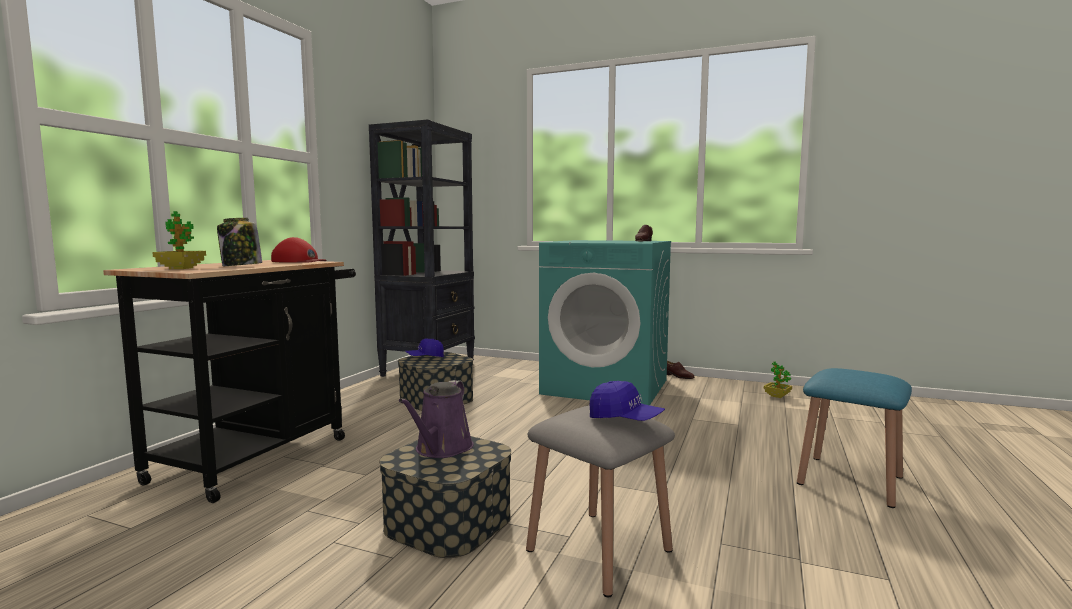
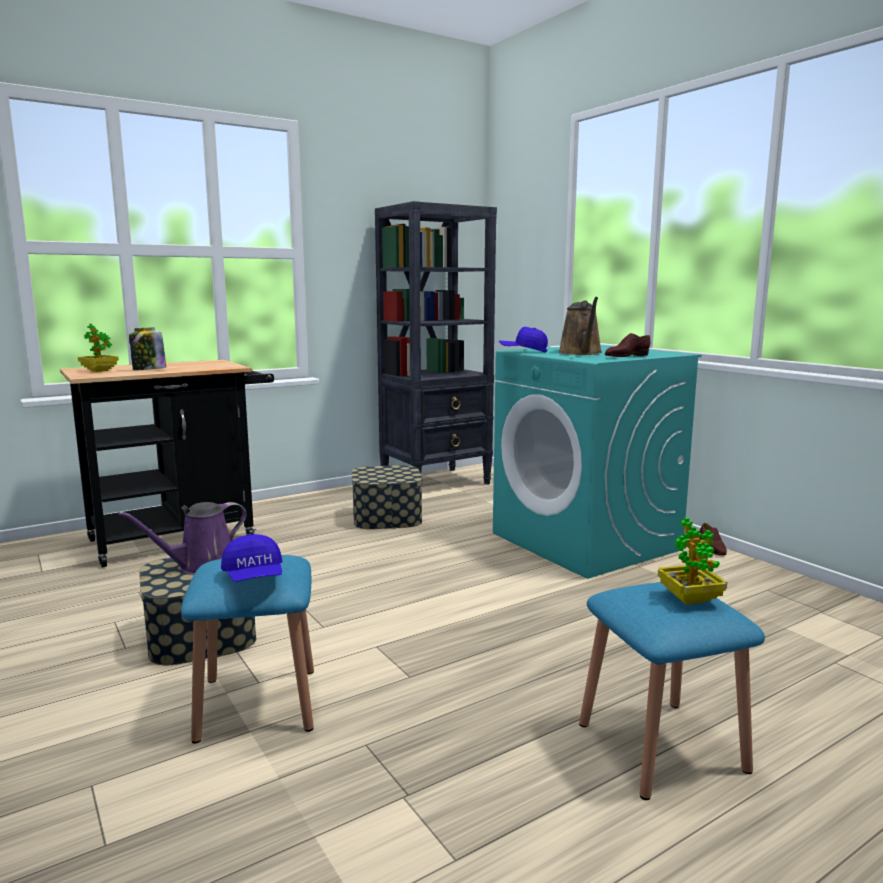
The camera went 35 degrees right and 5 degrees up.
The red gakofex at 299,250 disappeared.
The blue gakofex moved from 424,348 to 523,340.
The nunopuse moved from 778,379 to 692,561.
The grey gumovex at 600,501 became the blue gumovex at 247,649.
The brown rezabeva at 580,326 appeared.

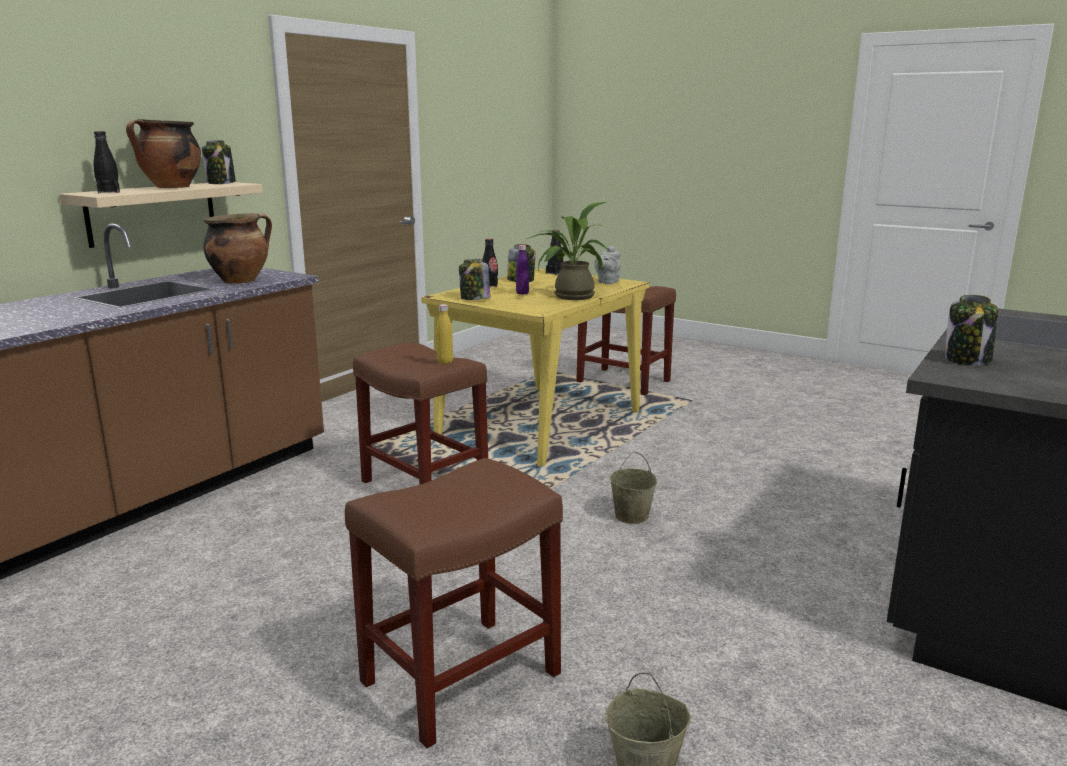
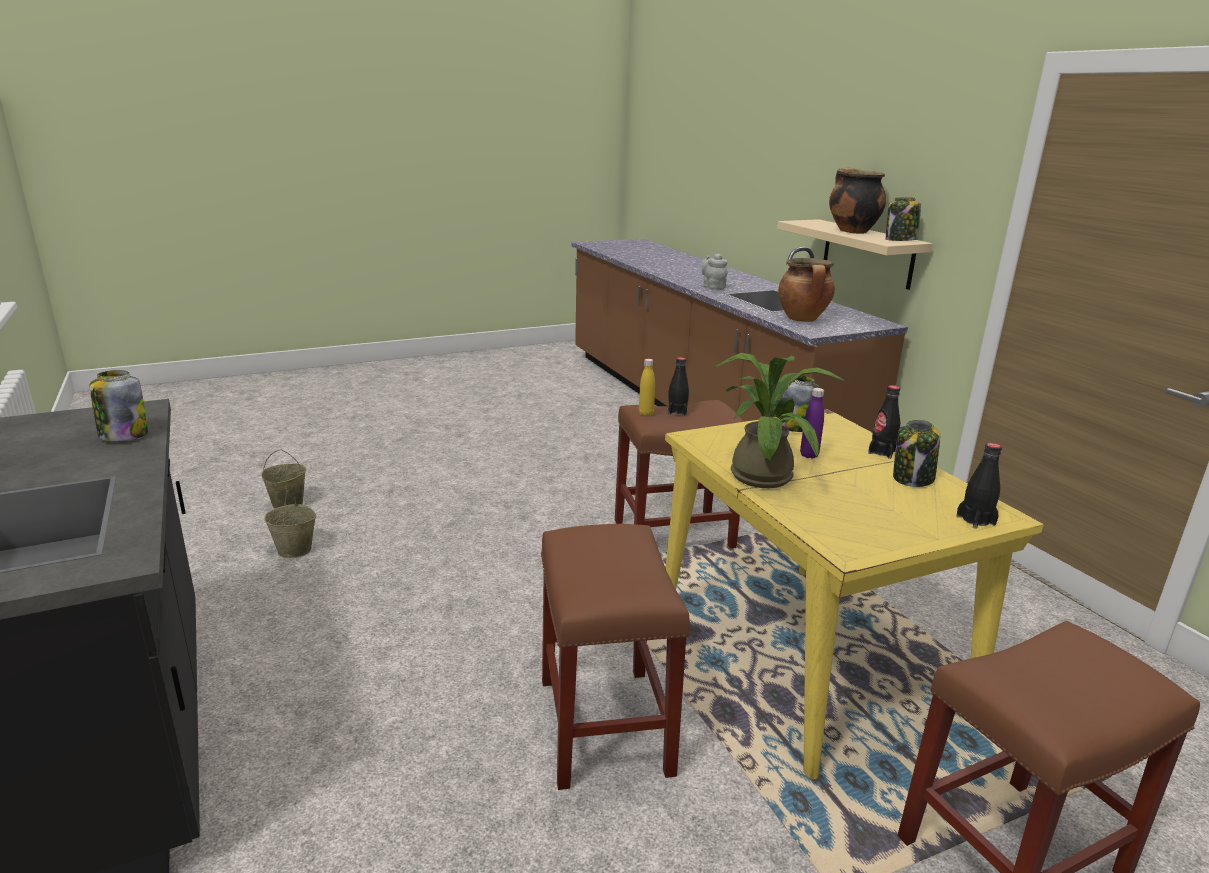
The camera went 120 degrees right and 5 degrees up.
The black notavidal moved from 106,162 to 678,386.
The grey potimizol moved from 607,265 to 714,271.
The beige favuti moved from 633,488 to 290,524.
The brown gumovex moved from 454,603 to 615,657.

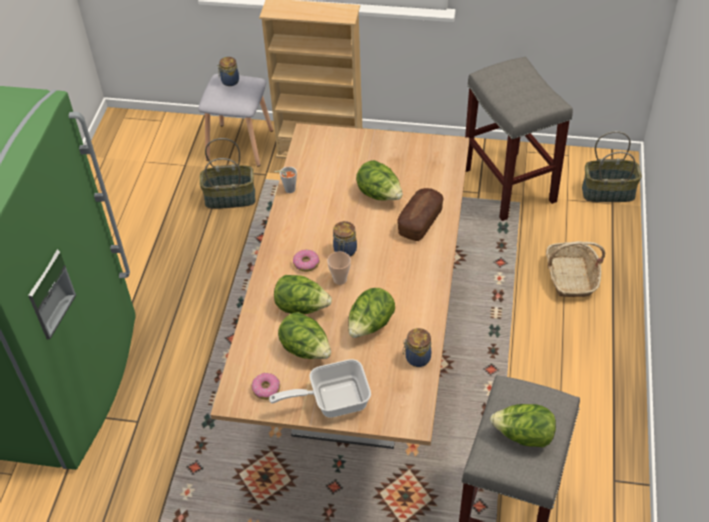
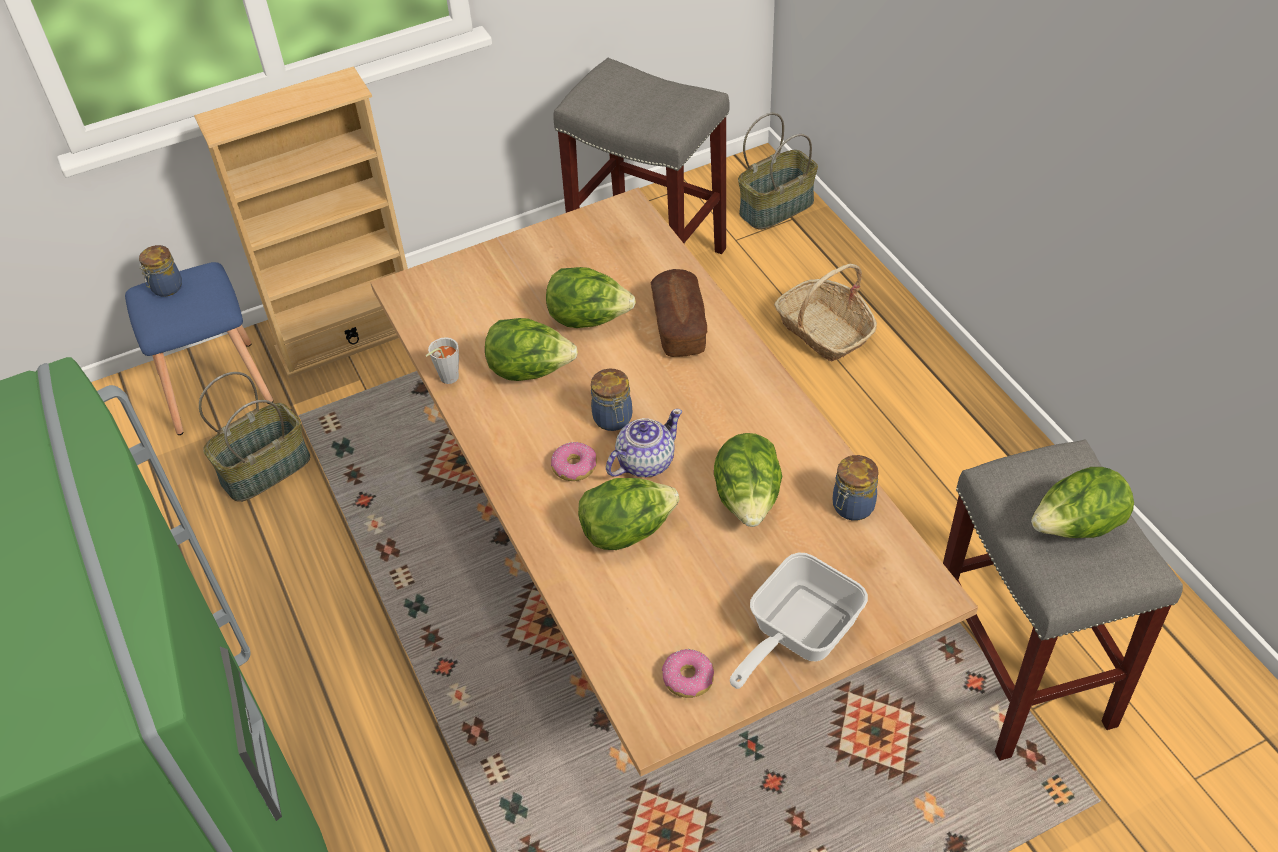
The camera went 35 degrees left and 0 degrees up.
The grey gumovex at 235,120 became the blue gumovex at 199,348.
The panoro at 339,268 was replaced by the potimizol at 644,443.
The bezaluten moved from 304,335 to 531,349.

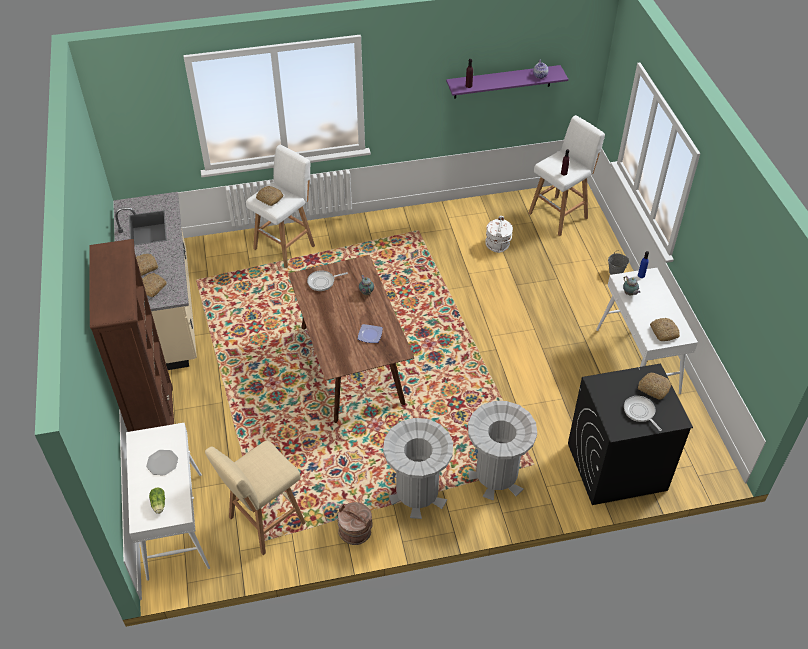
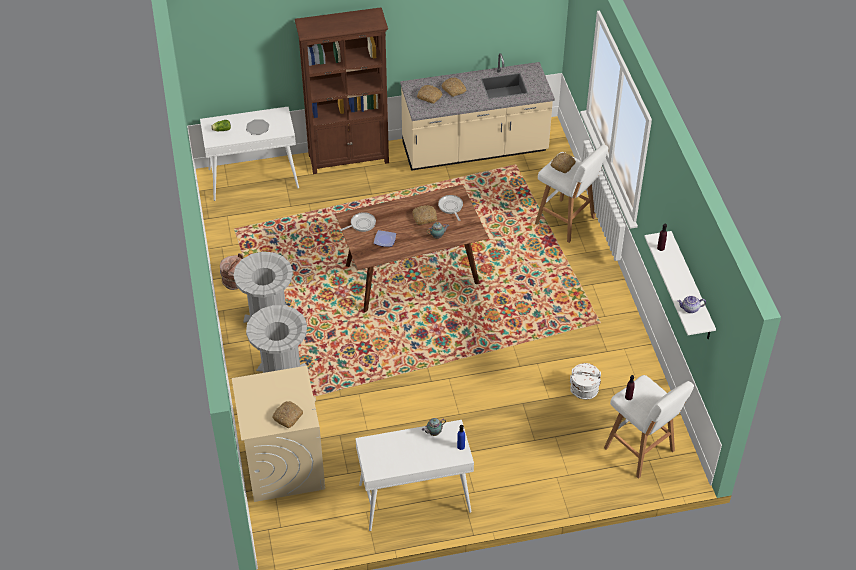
The camera went 90 degrees right and 0 degrees up.
The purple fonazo at 507,82 became the white fonazo at 680,285.
The grey favuti at 618,263 disappeared.
The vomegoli moved from 665,329 to 425,215.
The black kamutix at 630,434 became the beige kamutix at 278,434.
The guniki moved from 643,413 to 358,222.
The beige gumovex at 255,498 disappeared.

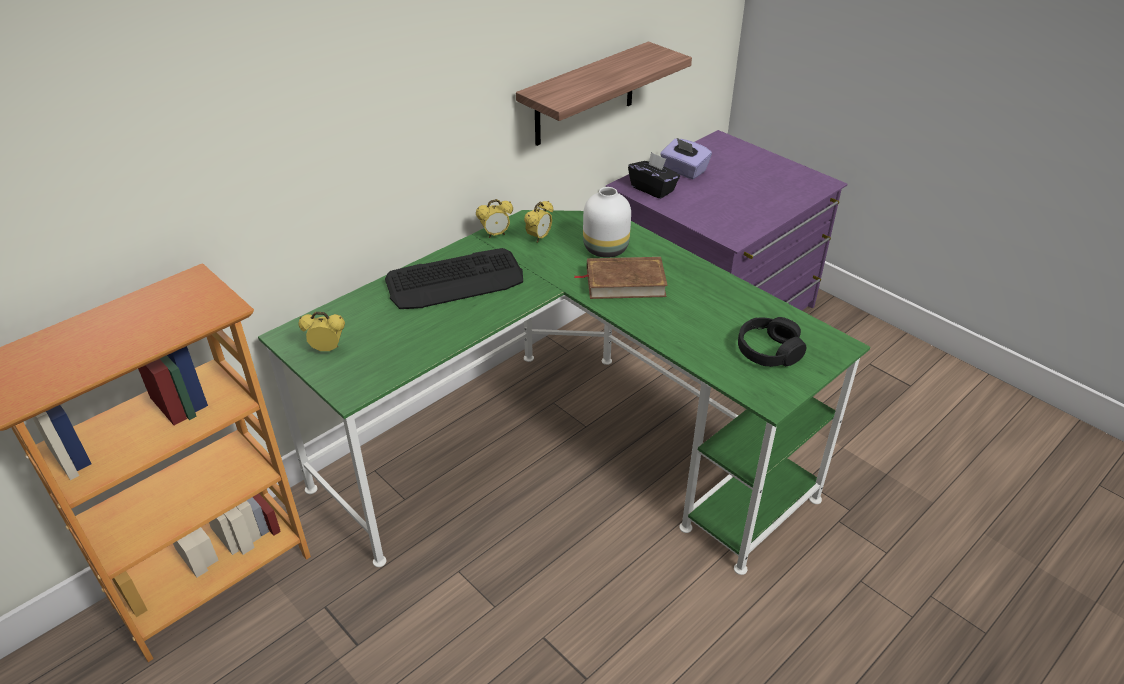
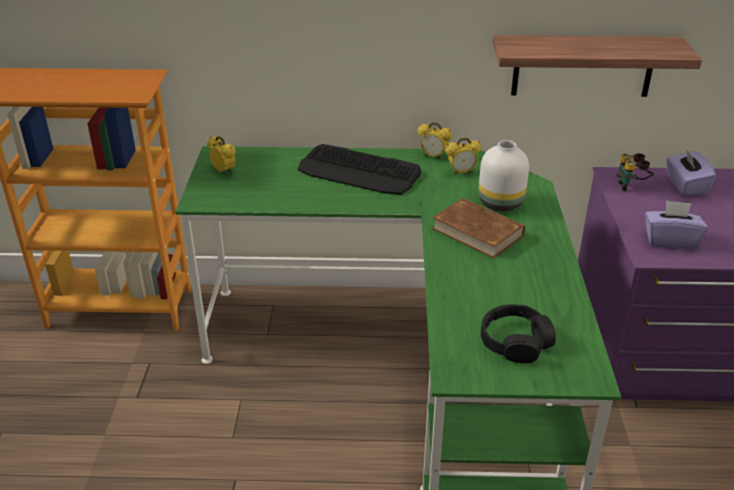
The camera went 45 degrees right and 5 degrees down.
The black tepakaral at 654,175 was replaced by the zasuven at 635,172.
The purple tepakaral at 676,224 appeared.

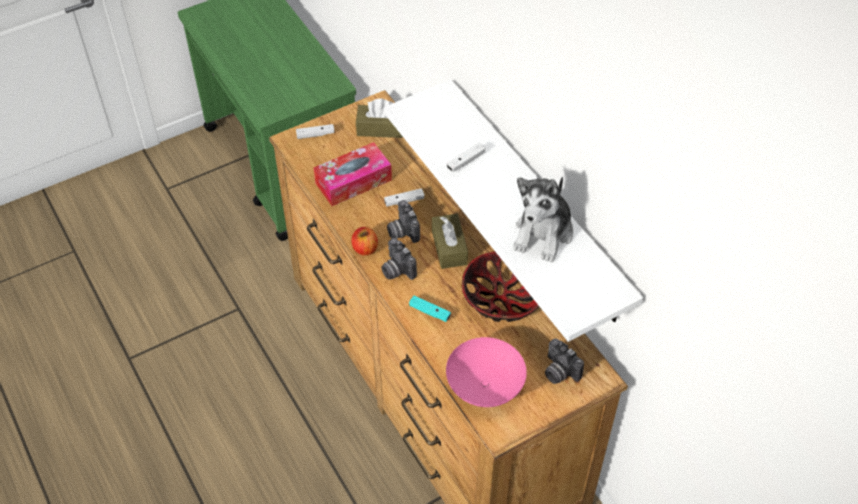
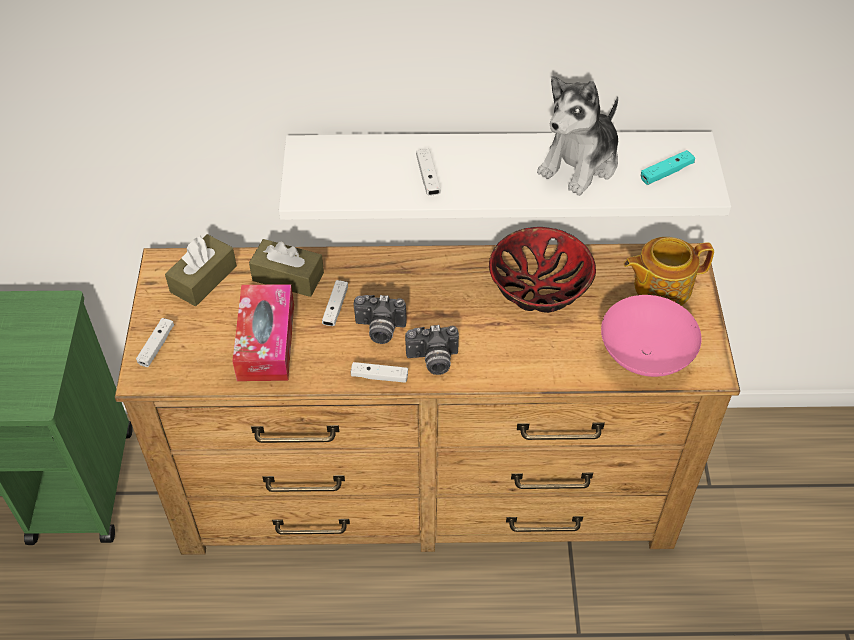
The camera went 60 degrees left and 0 degrees up.
The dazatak at 543,219 turned 75 degrees clockwise.
The brown tepakaral moved from 450,241 to 286,268.
The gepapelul at 364,241 was replaced by the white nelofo at 379,372.
The turquoise nelofo moved from 430,309 to 668,167.
The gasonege at 564,361 was replaced by the potimizol at 669,271.

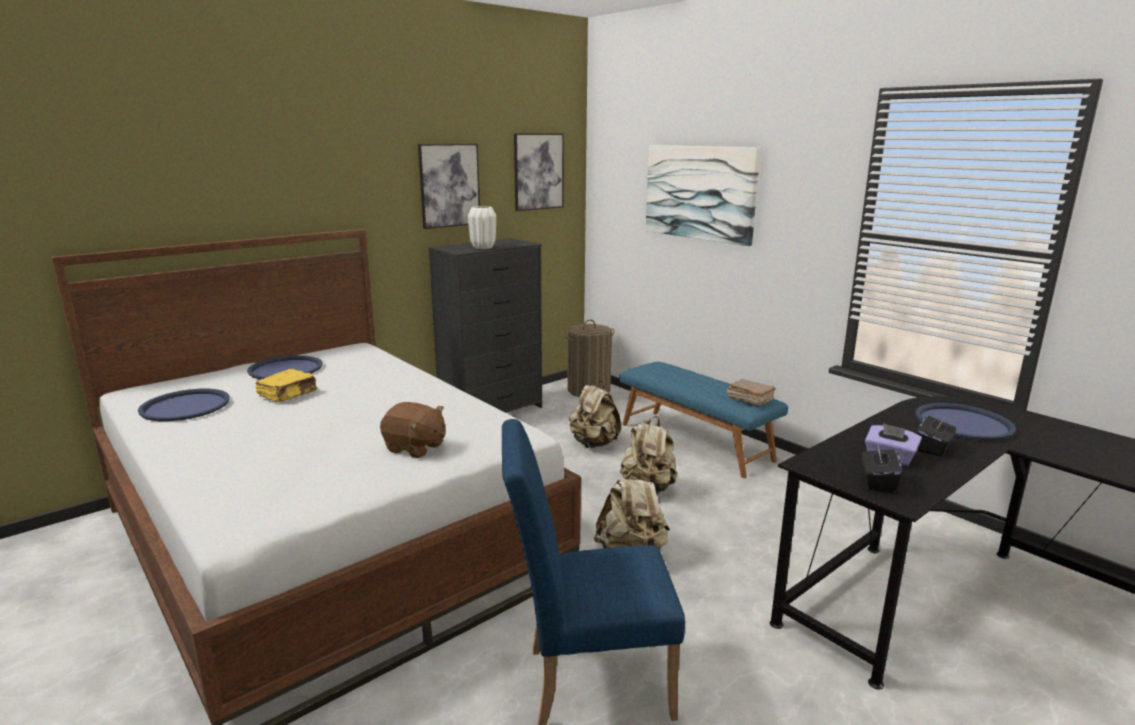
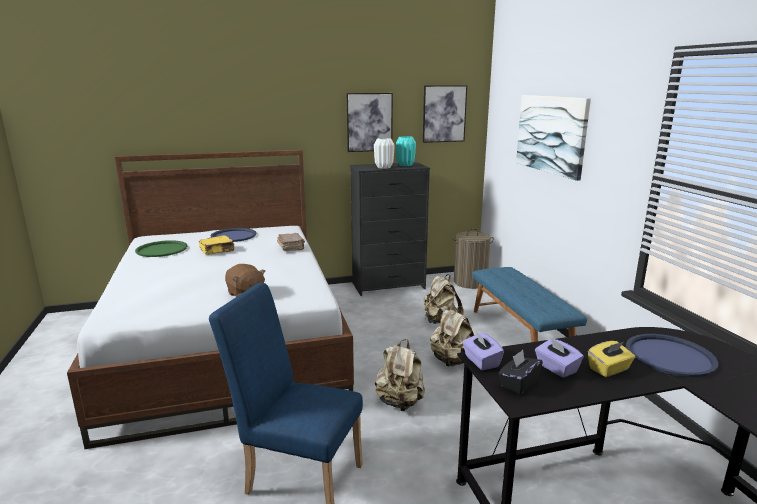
The camera went 25 degrees right and 0 degrees up.
The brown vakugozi moved from 751,392 to 291,242.
The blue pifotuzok at 184,405 became the green pifotuzok at 161,248.
The black tepakaral at 936,435 became the yellow tepakaral at 611,359.
The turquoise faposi at 406,151 appeared.
The purple tepakaral at 483,351 appeared.

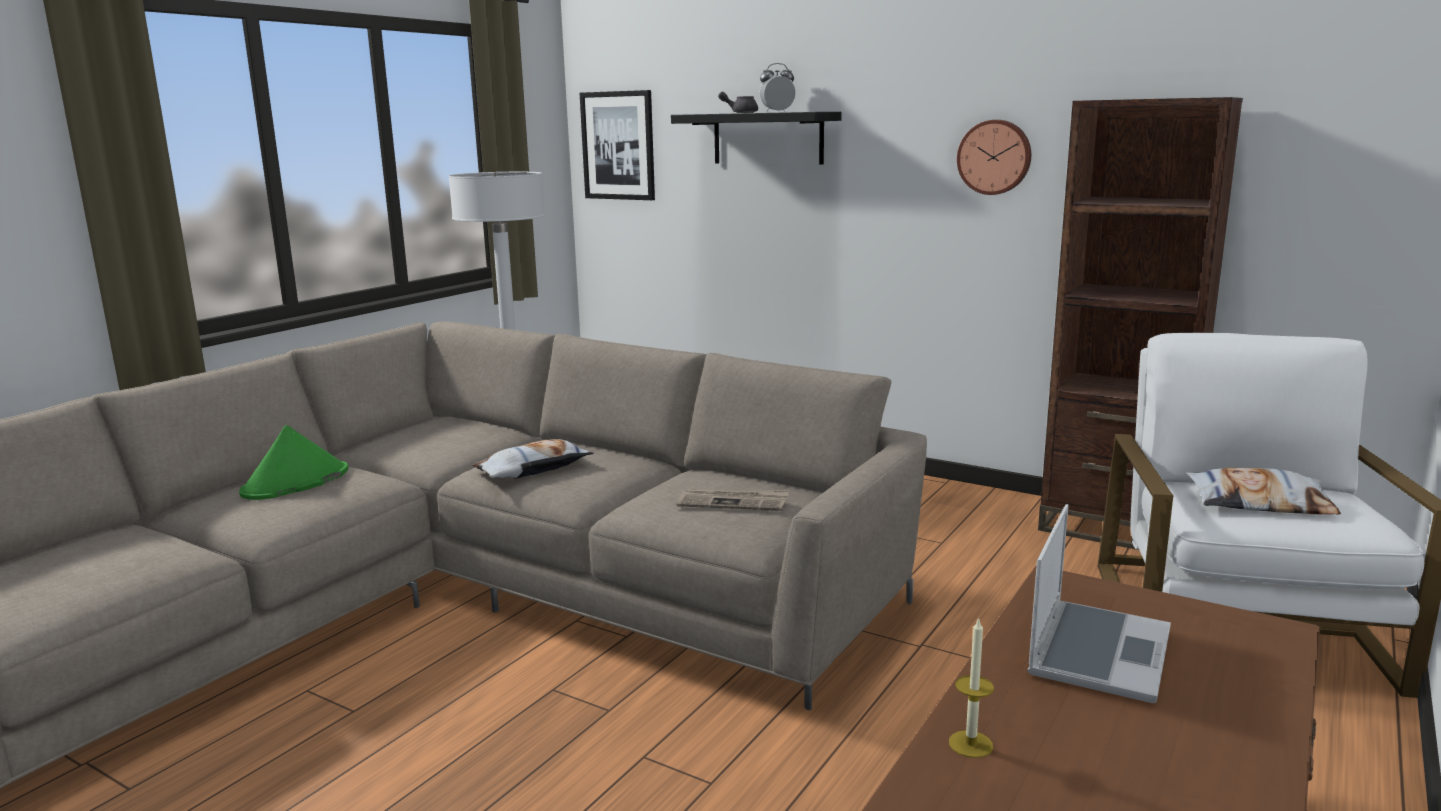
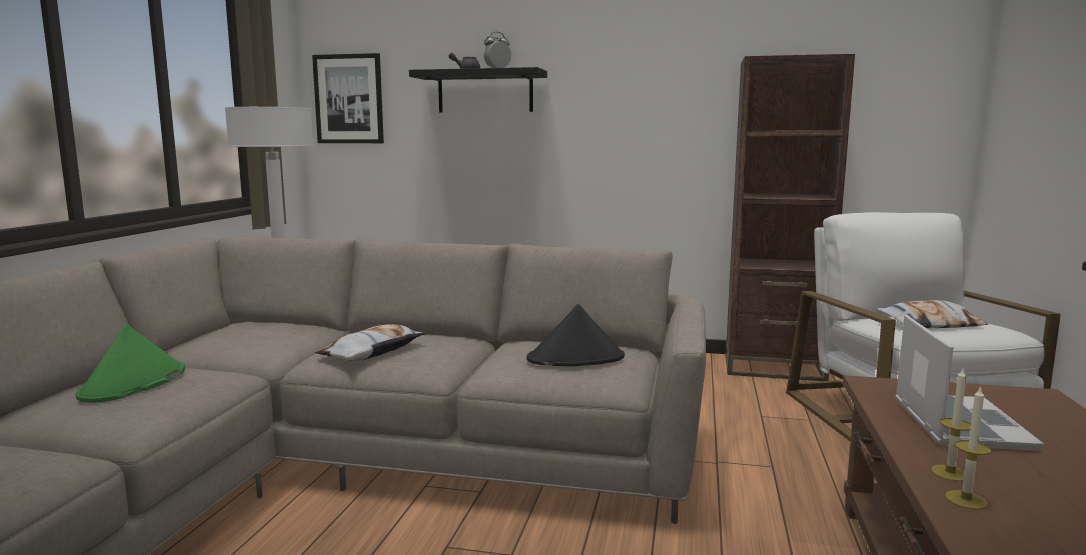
The camera went 20 degrees left and 5 degrees down.
The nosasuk at 994,157 disappeared.
The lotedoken at 733,500 was replaced by the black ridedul at 576,335.
The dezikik at 951,425 appeared.

